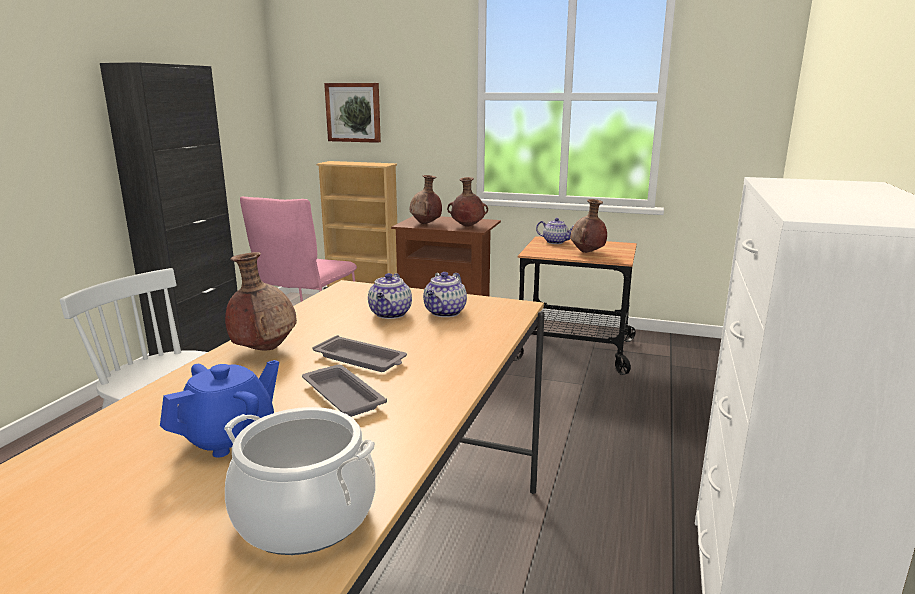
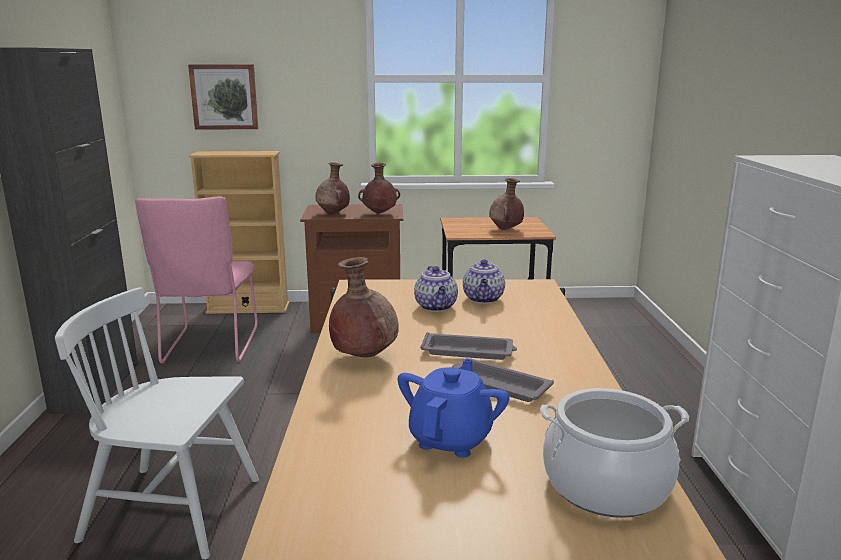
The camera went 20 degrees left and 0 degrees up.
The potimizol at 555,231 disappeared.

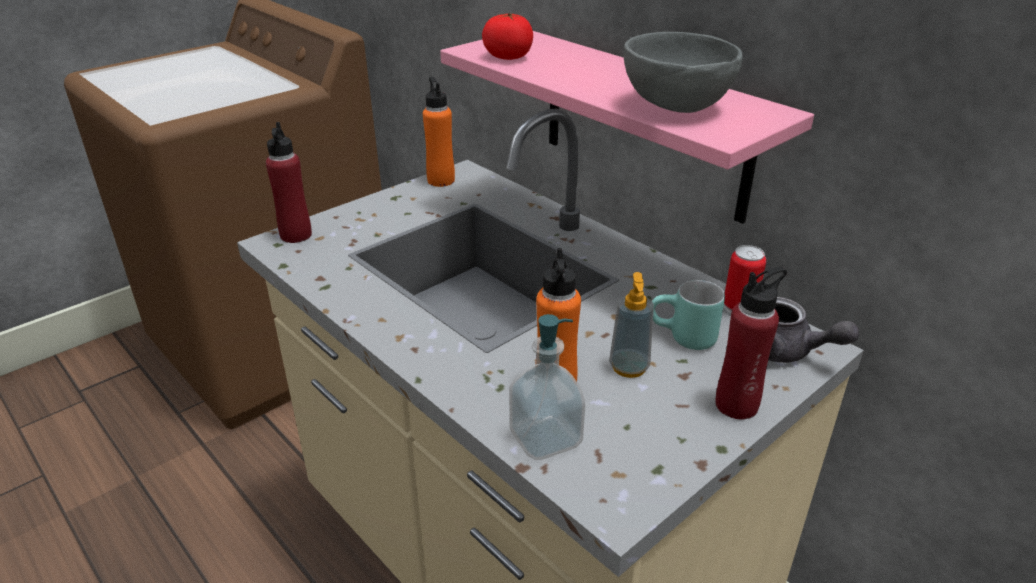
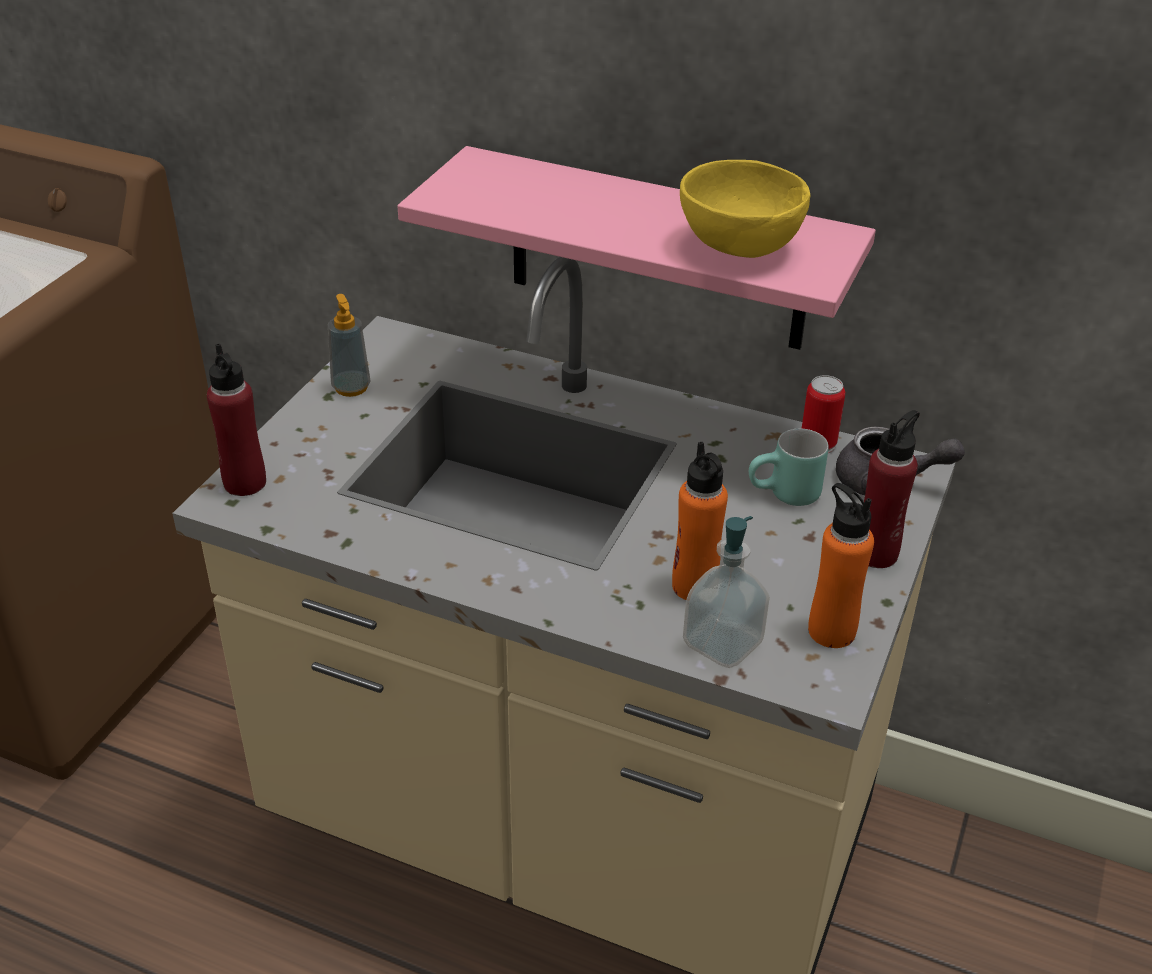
The camera went 25 degrees left and 5 degrees up.
The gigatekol at 507,36 disappeared.
The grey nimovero at 683,72 became the yellow nimovero at 745,209.
The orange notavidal moved from 439,132 to 841,565.
The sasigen moved from 631,325 to 349,345.

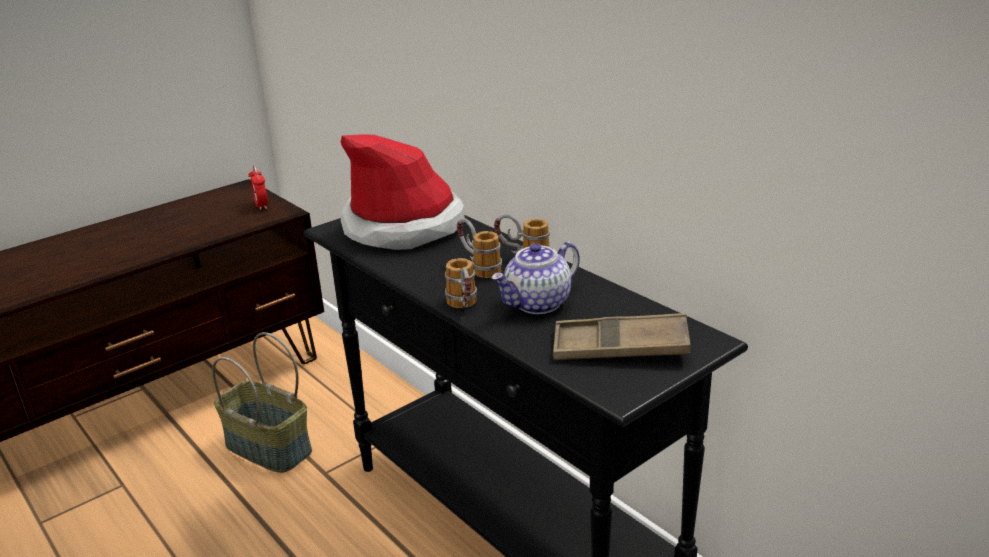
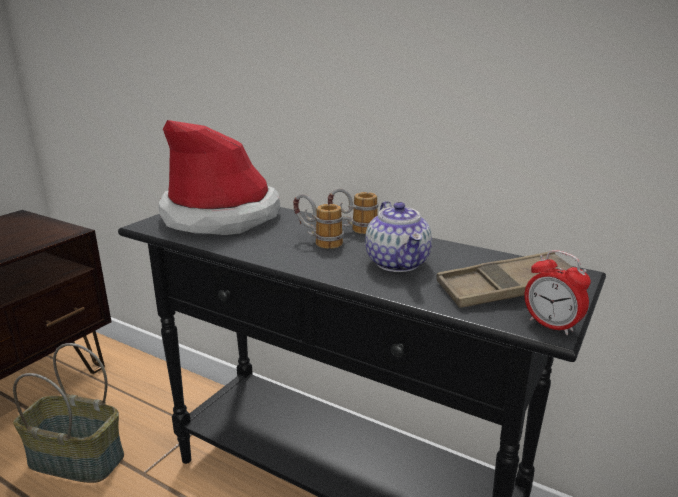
The camera went 20 degrees left and 5 degrees down.
The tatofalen moved from 258,188 to 557,292.
The potimizol at 535,278 turned 45 degrees counterclockwise.
The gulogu at 461,283 disappeared.

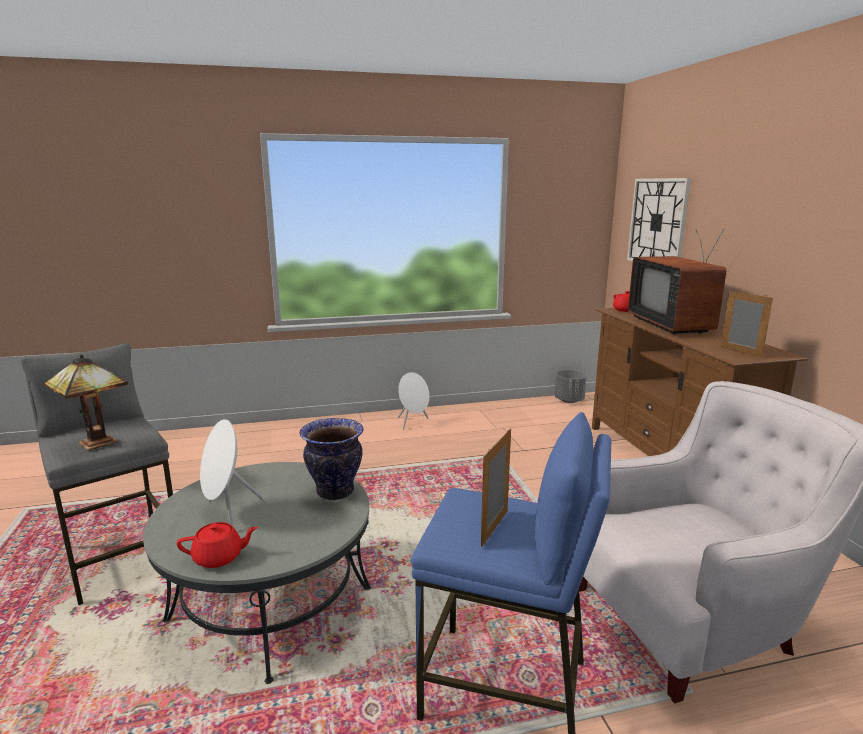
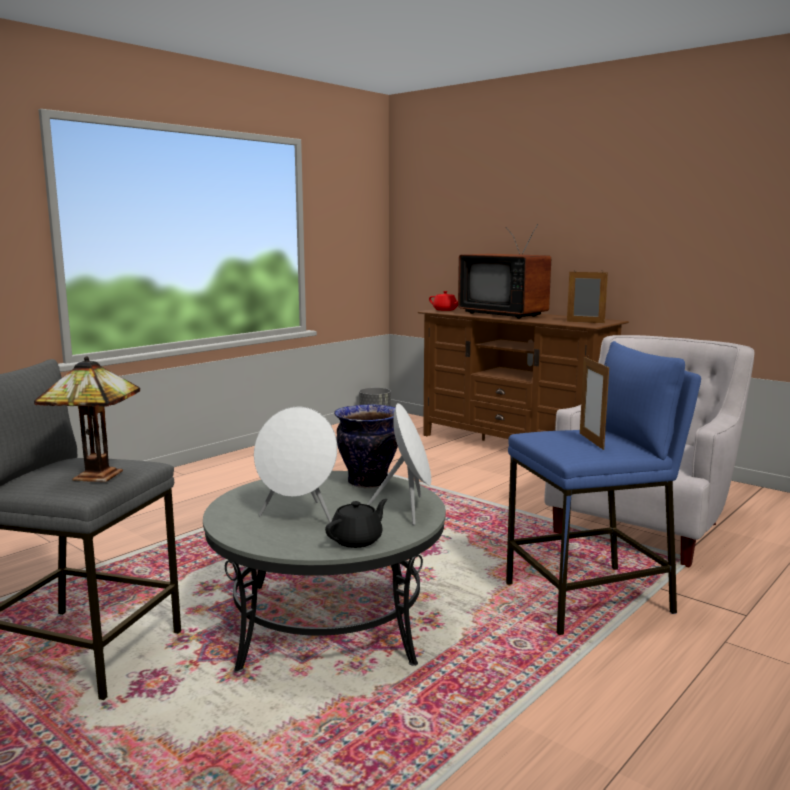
The camera went 35 degrees left and 5 degrees down.
The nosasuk at 659,219 disappeared.
The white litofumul moved from 414,401 to 399,464.
The red potimizol at 217,545 became the black potimizol at 356,523.

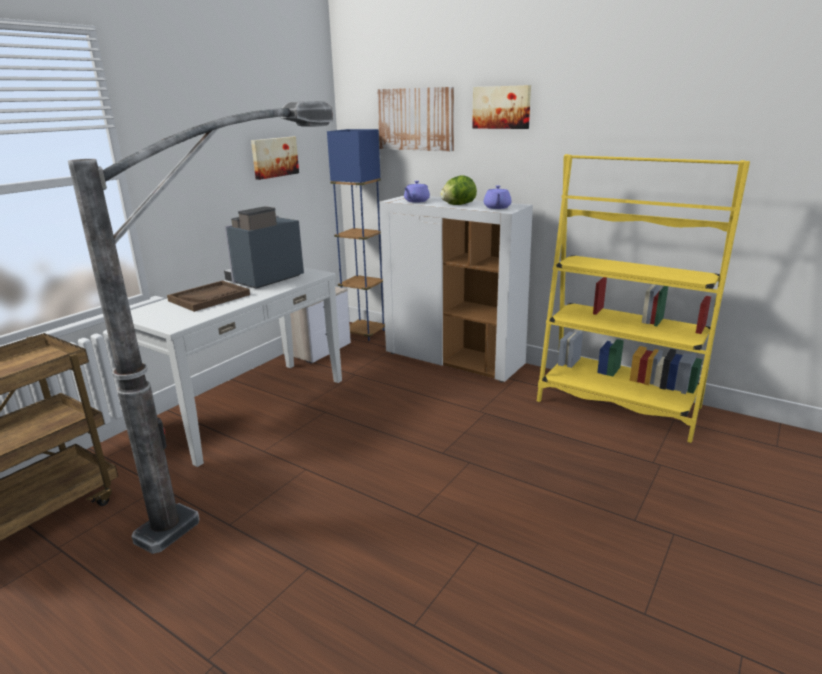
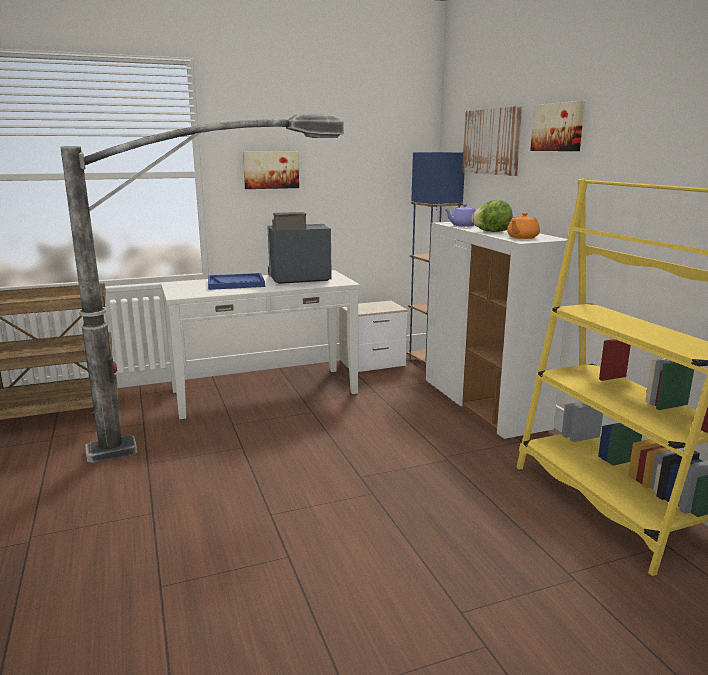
The camera went 35 degrees right and 5 degrees down.
The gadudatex moved from 275,158 to 271,170.
The purple potimizol at 497,197 became the orange potimizol at 523,226.
The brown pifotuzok at 208,296 became the blue pifotuzok at 236,281.

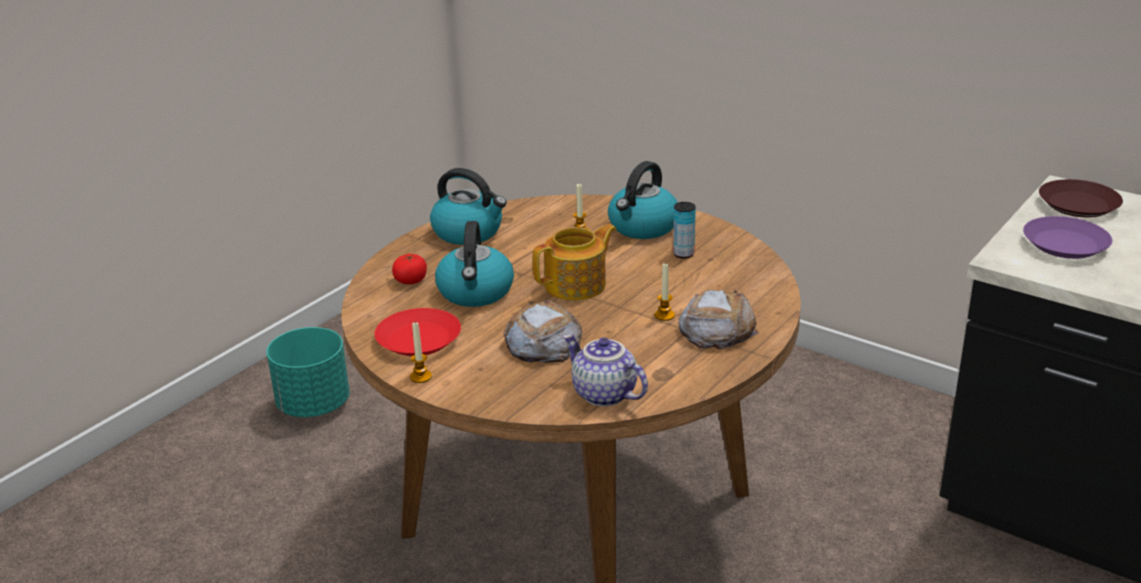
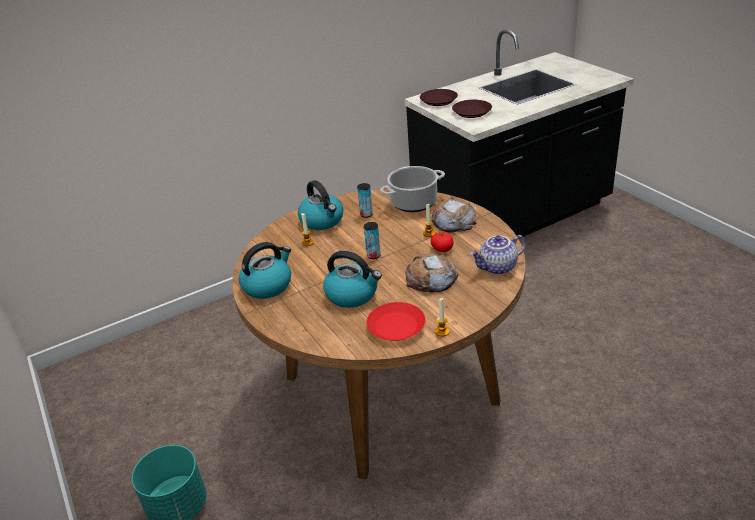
The camera went 65 degrees left and 5 degrees up.
The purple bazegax at 1067,237 became the brown bazegax at 472,109.
The potimizol at 574,262 was replaced by the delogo at 372,240.
The gigatekol moved from 409,269 to 442,242.
The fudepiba at 412,189 appeared.

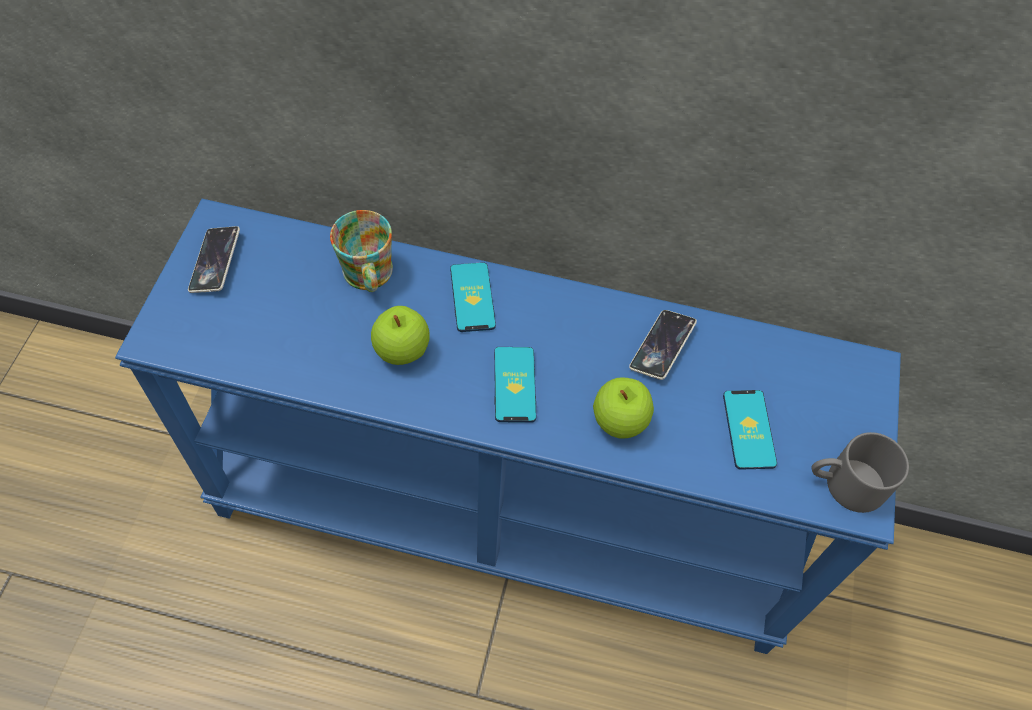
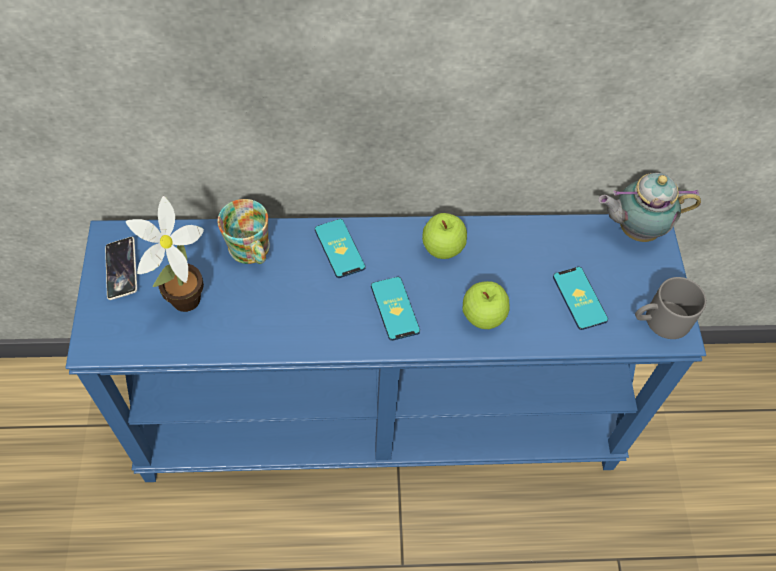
The camera went 15 degrees left and 0 degrees up.
The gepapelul moved from 400,335 to 444,236.
The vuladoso at 663,345 disappeared.
The potimizol at 649,207 appeared.
The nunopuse at 165,254 appeared.

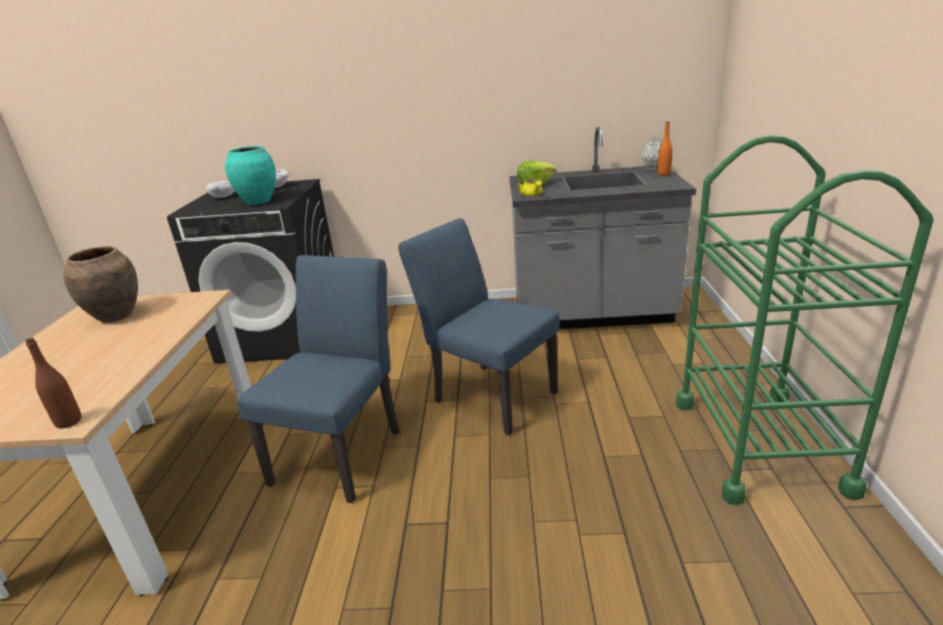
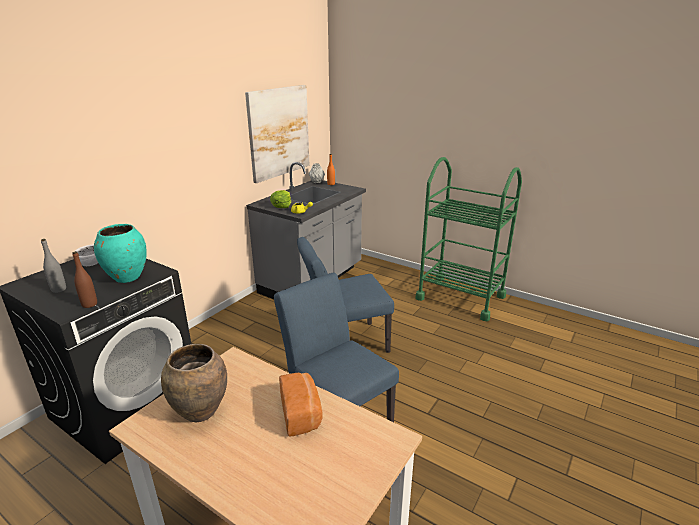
The camera went 60 degrees left and 0 degrees up.
The white nimovero at 220,189 was replaced by the grey notavidal at 53,266.
The brown notavidal moved from 53,383 to 85,279.
The gadudatex at 277,134 appeared.
The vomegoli at 300,404 appeared.

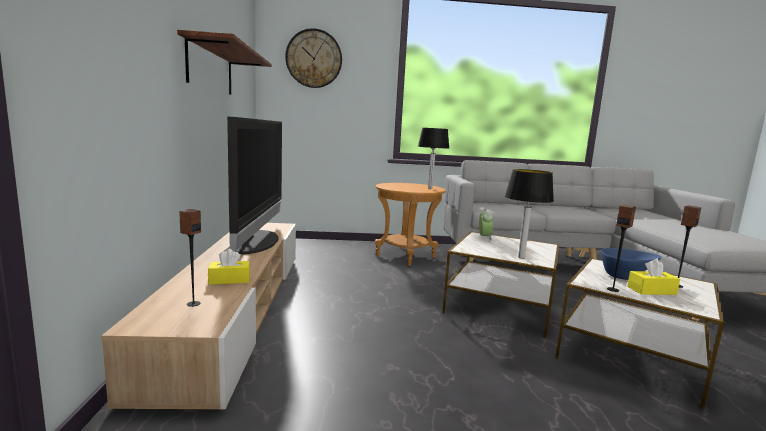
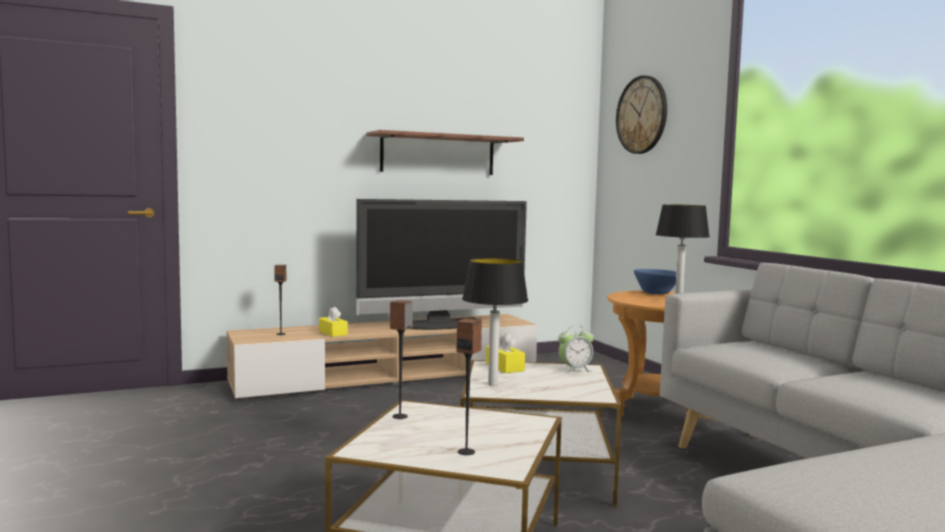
The camera went 70 degrees right and 5 degrees down.
The blue nimovero moved from 631,264 to 655,281.
The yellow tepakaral moved from 653,277 to 505,352.

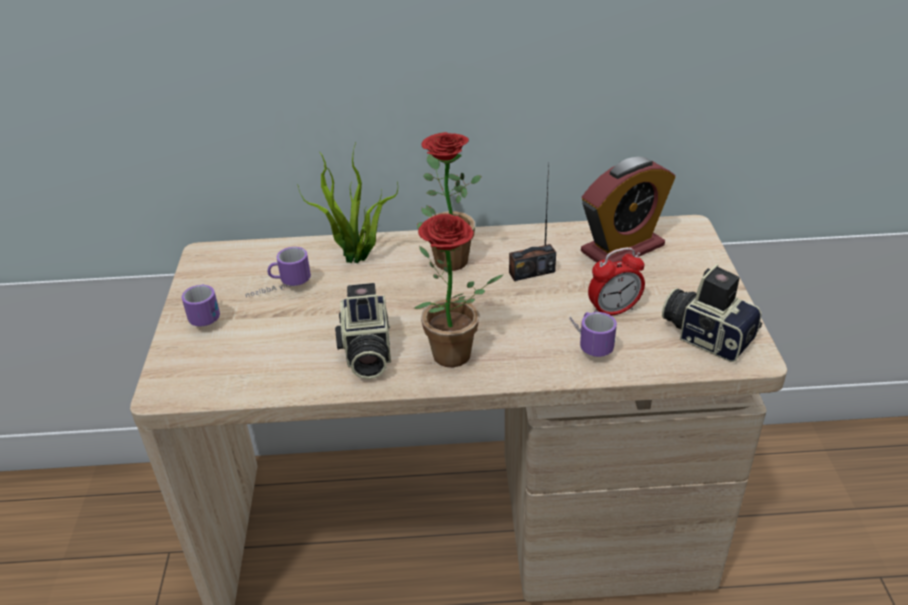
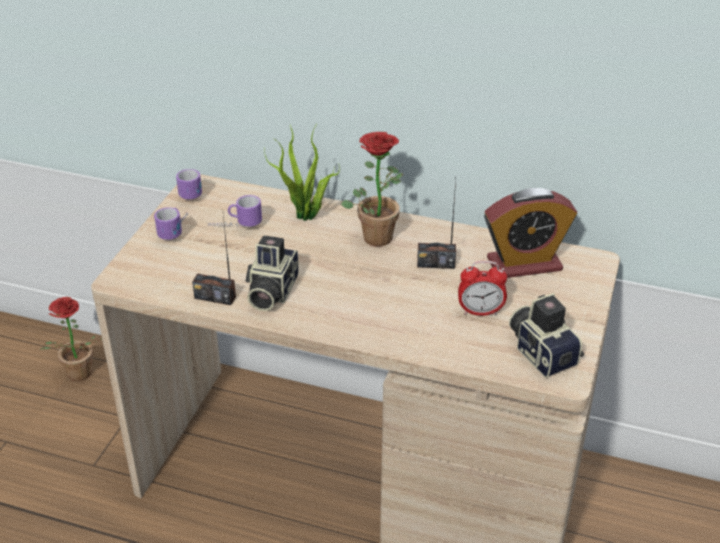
The camera went 20 degrees right and 0 degrees up.
The nunopuse moved from 458,290 to 71,339.
The gulogu moved from 593,334 to 189,184.
The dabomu at 214,260 appeared.

